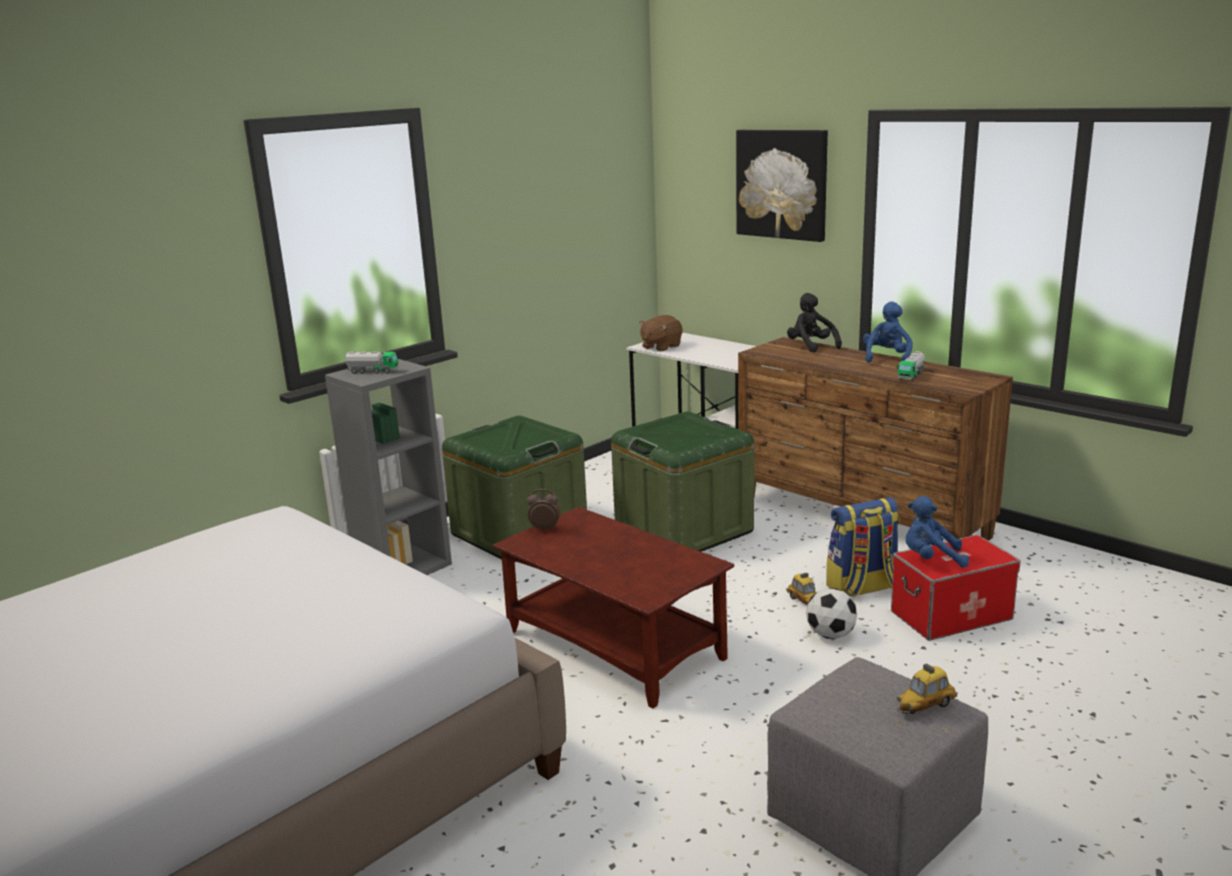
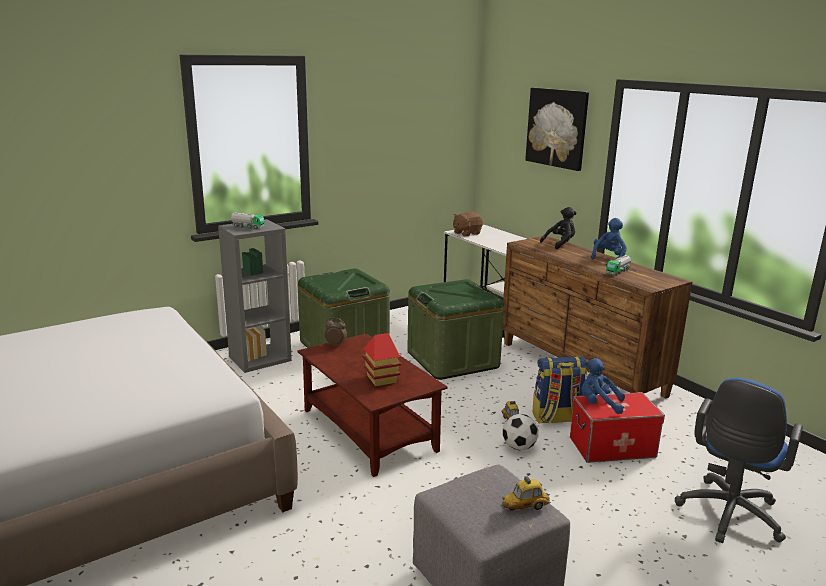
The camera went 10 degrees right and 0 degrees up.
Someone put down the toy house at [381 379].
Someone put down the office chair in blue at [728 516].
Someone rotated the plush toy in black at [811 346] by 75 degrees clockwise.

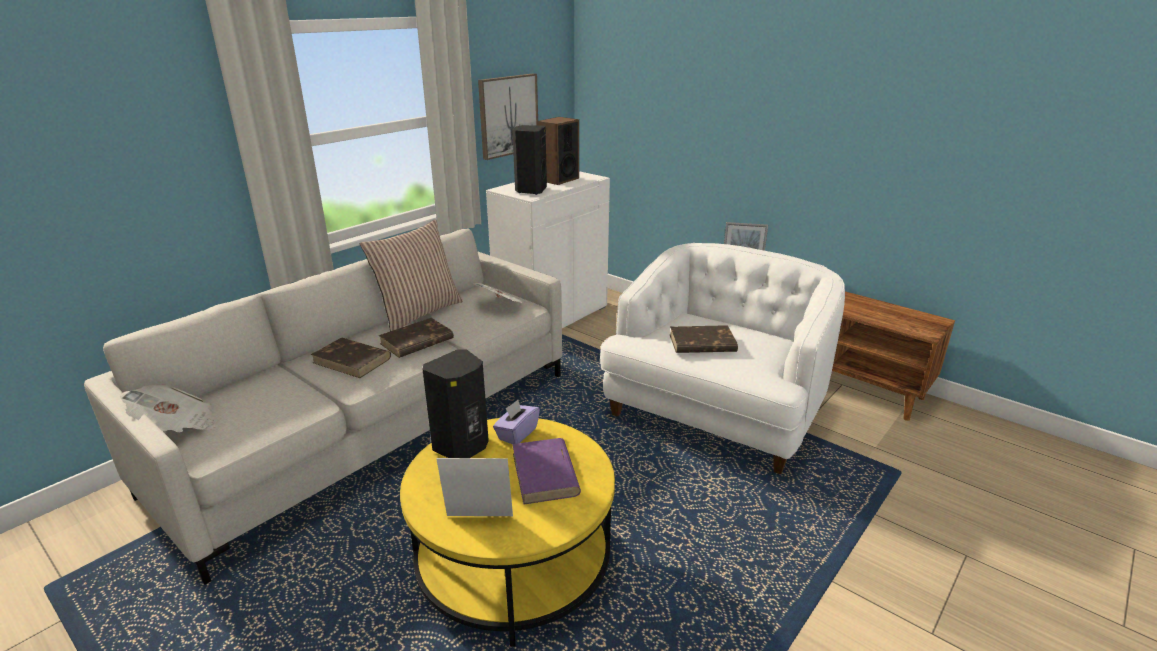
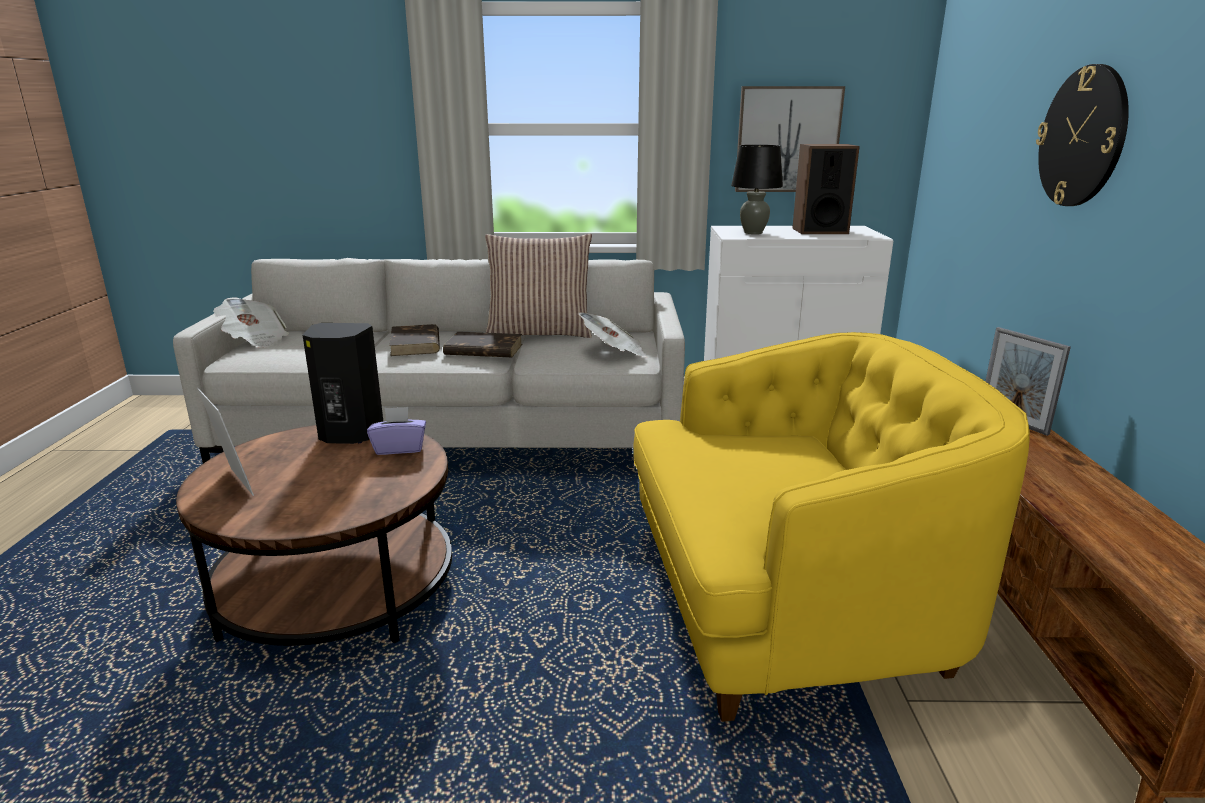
The camera went 50 degrees right and 5 degrees down.
Someone took away the book in purple at [545 474].
Someone took away the book in brown at [701 343].
Someone put up the wall clock at [1082 137].
Someone swapped the speaker in black at [530 190] for the table lamp in black at [753 232].
Someone repainted the coffee table in yellow at [514 562], which became the coffee table in brown at [337 588].
Someone repainted the armchair in white at [715 411], which became the armchair in yellow at [785 603].

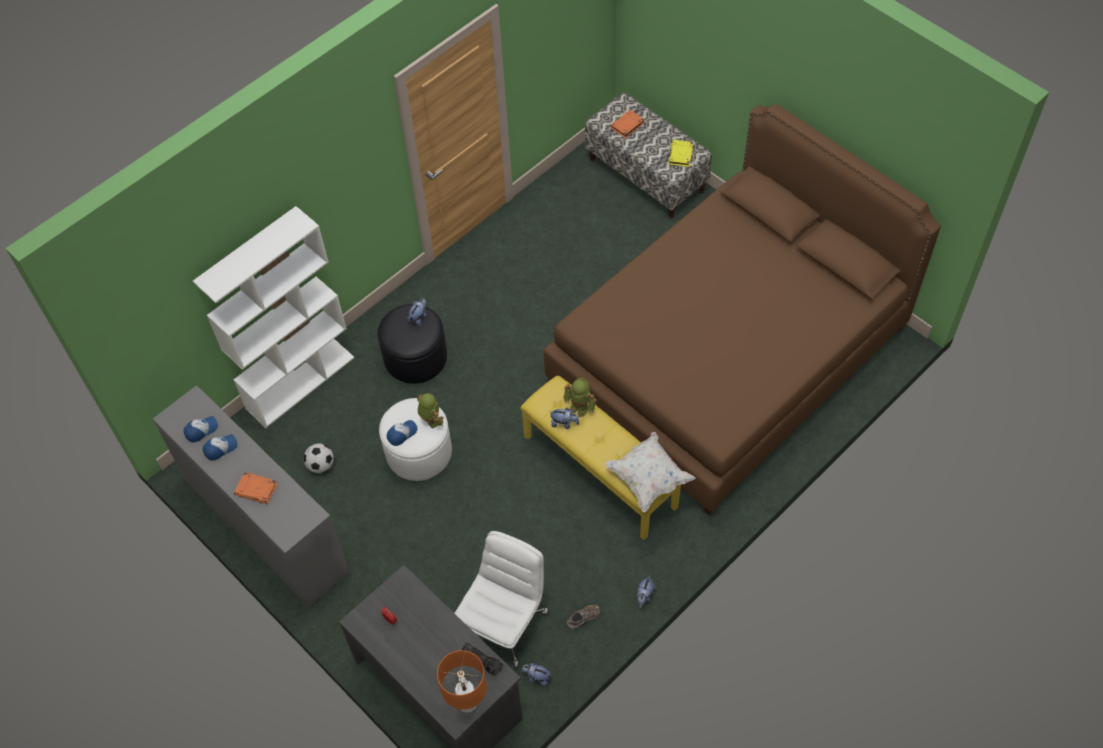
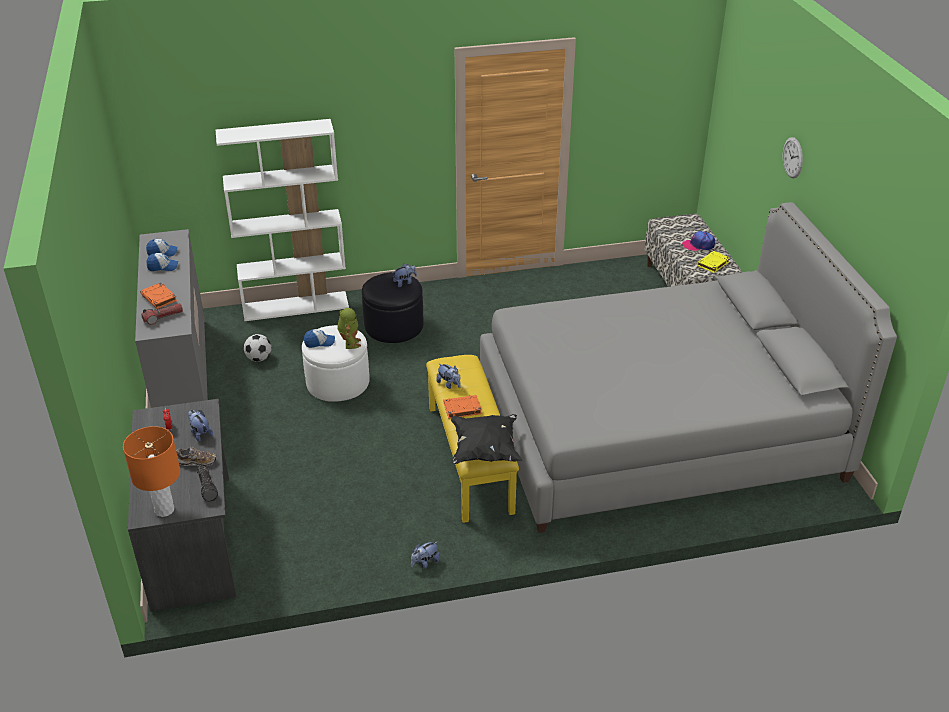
The camera went 30 degrees right and 20 degrees down.
Someone took away the office chair in white at [504 624].
Someone took away the toy robot at [580 406].
Someone put down the flashlight at [163 317].
Someone put down the cap at [698 245].
Someone put up the wall clock at [792 157].
Someone carried the plush toy from [537 677] to [200 433].
Someone carried the shoe from [583 618] to [197 462].
Someone carried the book in orange from [627 125] to [462 409].
Someone repainted the bed in brown at [727 355], which became the bed in grey at [657 430].
Someone repainted the pillow in white at [648 478], which became the pillow in black at [485 450].

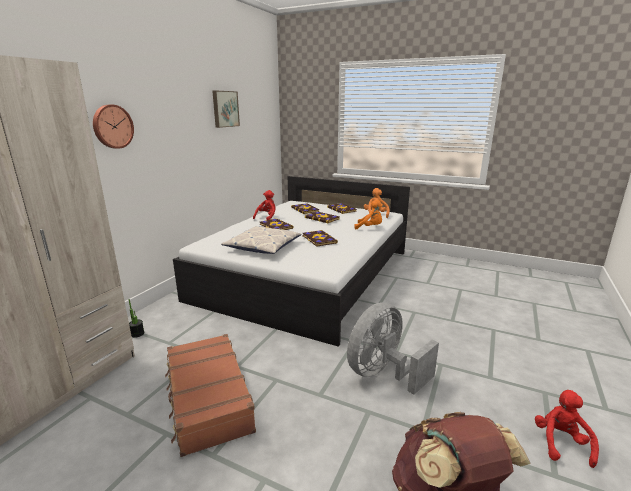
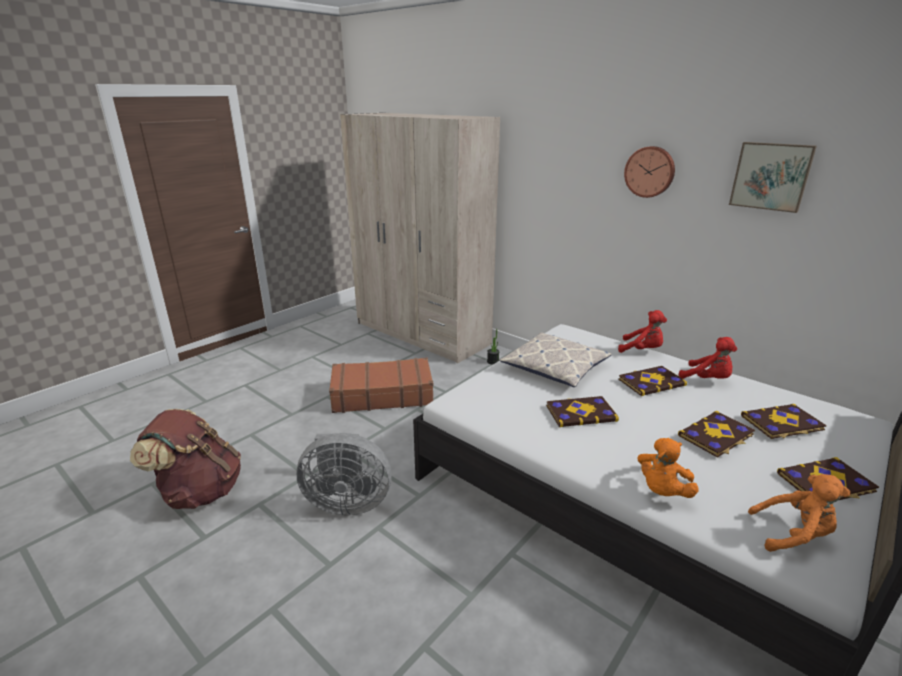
The camera went 105 degrees right and 5 degrees up.
Someone carried the wall clock from [112 126] to [650 171].
Someone carried the plush toy in red from [561 443] to [642 350].
Someone rotated the fan in grey at [383 374] by 120 degrees clockwise.

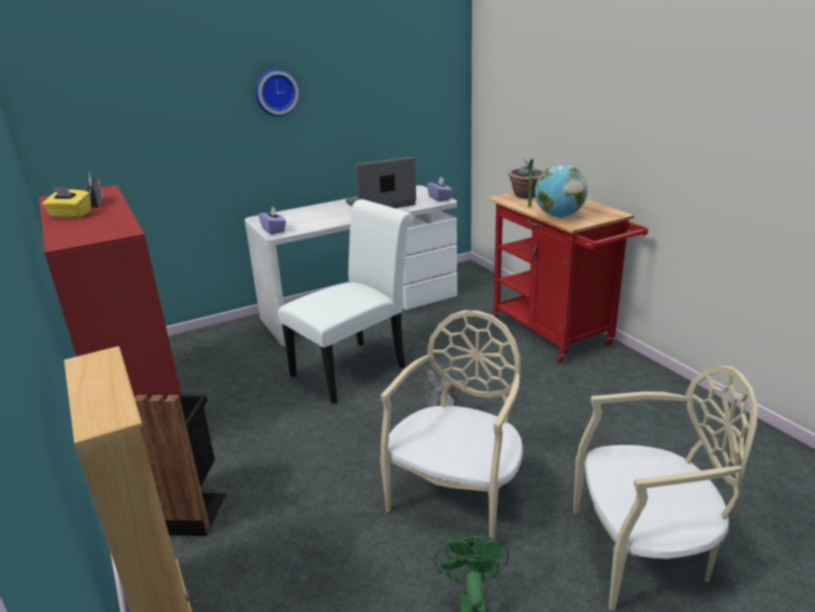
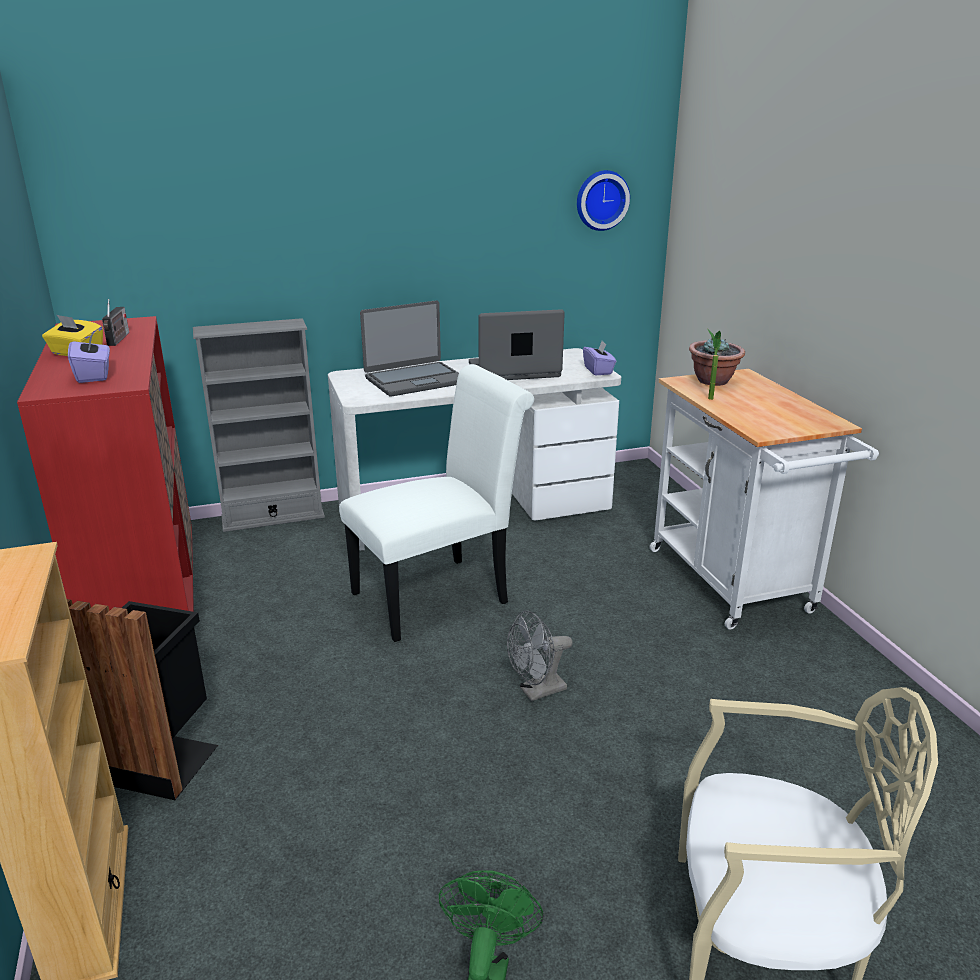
The camera went 10 degrees right and 0 degrees up.
Someone took away the chair in beige at [457 496].
Someone took away the globe at [559 216].
Someone put down the bookcase in grey at [273 517].
Someone put down the laptop at [415 380].
Someone carried the wall clock from [276 92] to [601 200].
Someone carried the tissue box in purple from [274 230] to [94 375].
Someone repainted the cart in red at [556 335], which became the cart in white at [736 586].

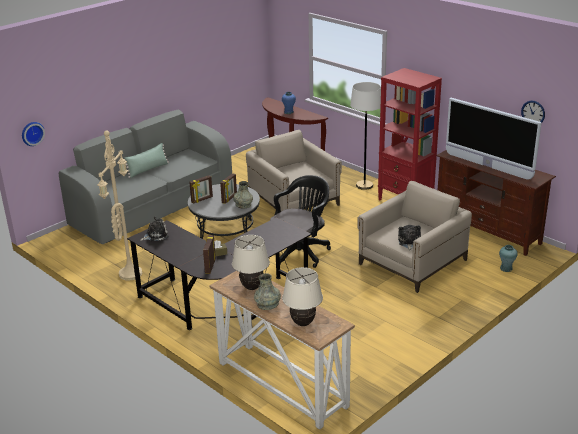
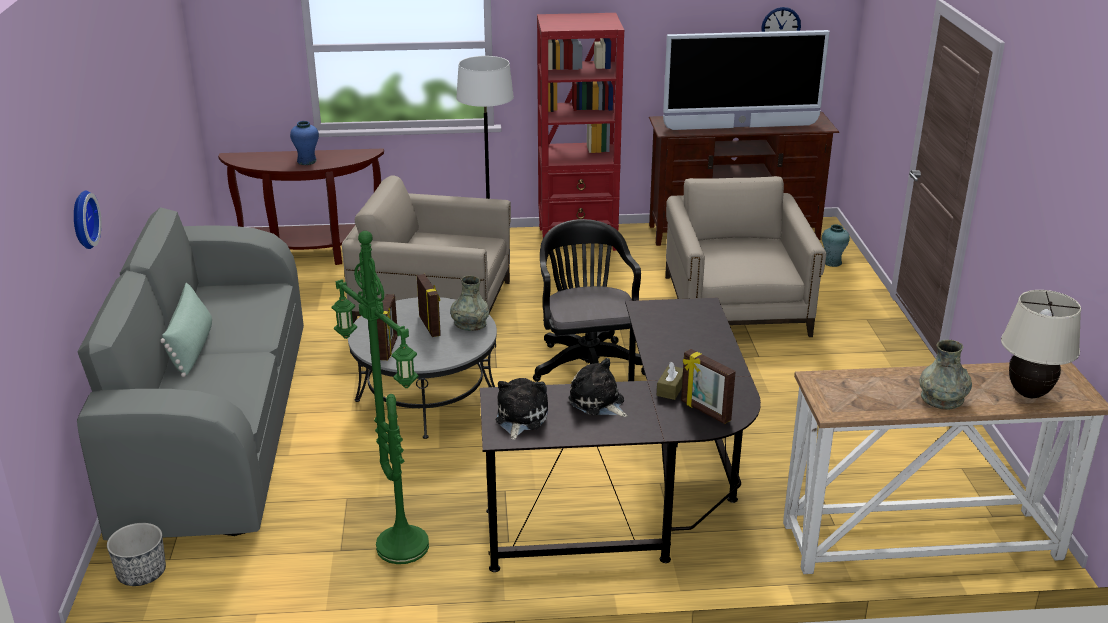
The camera went 50 degrees left and 0 degrees up.
Someone took away the table lamp in beige at [252 287].
Someone put down the planter at [142 573].
Someone carried the wall clock from [32 133] to [81 220].
Someone carried the plush toy from [409 242] to [598 402].
Someone repainted the floor lamp in beige at [129 273], which became the floor lamp in green at [398 546].

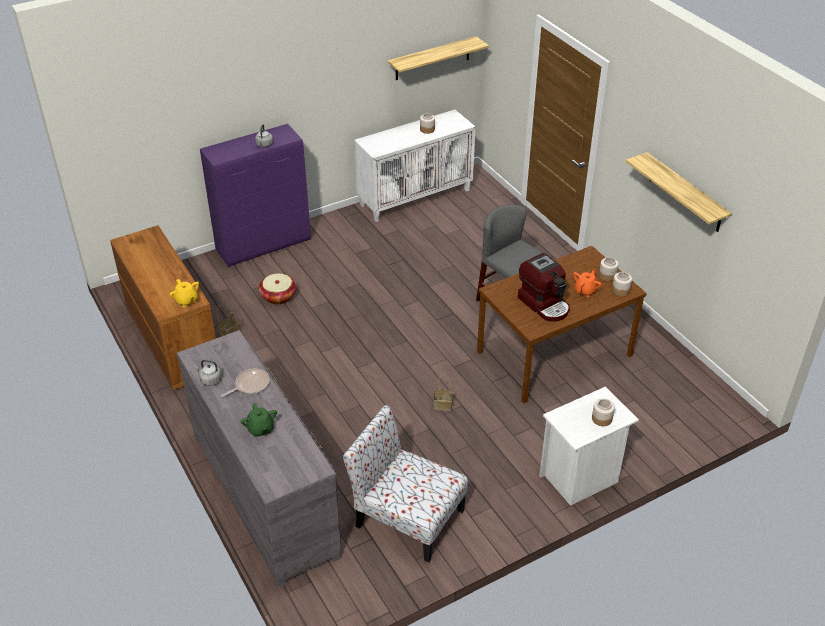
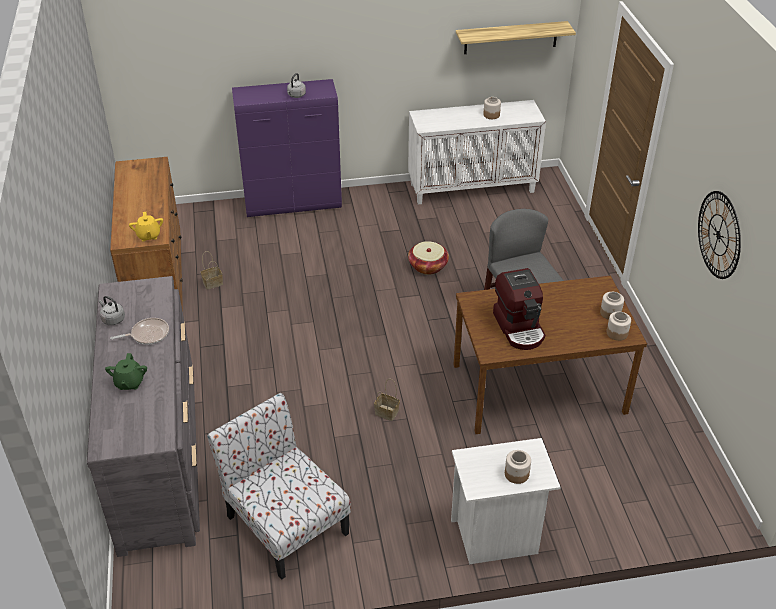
The camera went 20 degrees right and 0 degrees up.
Someone took away the teapot in orange at [585 290].
Someone carried the basket from [278 296] to [428 266].
Someone swapped the shelf at [685 193] for the wall clock at [719 235].

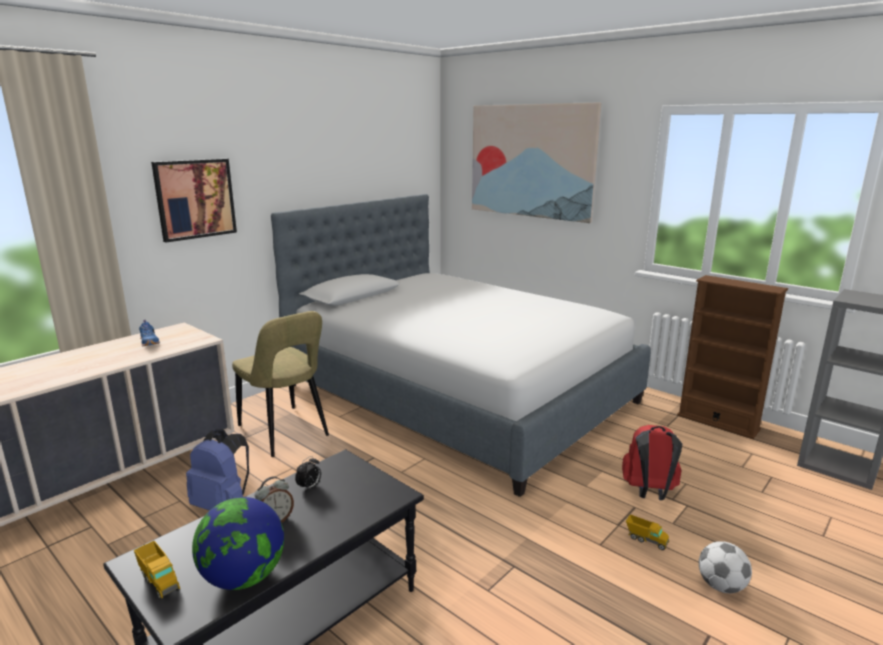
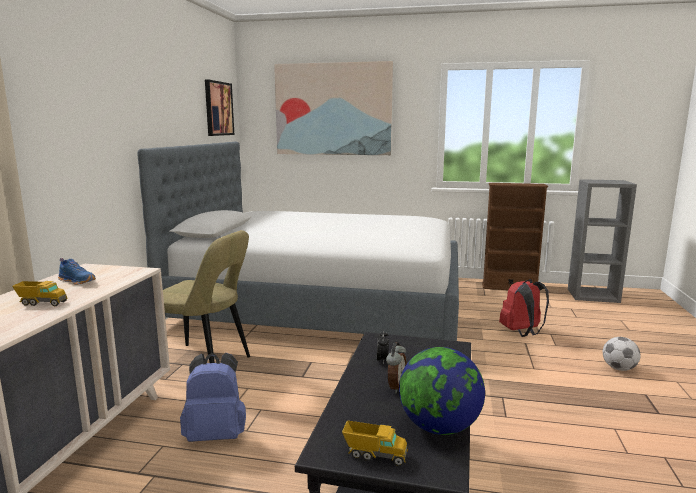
The camera went 30 degrees left and 5 degrees down.
Someone carried the picture from [195 199] to [218 108].
Someone carried the toy truck from [646 540] to [42 303].

